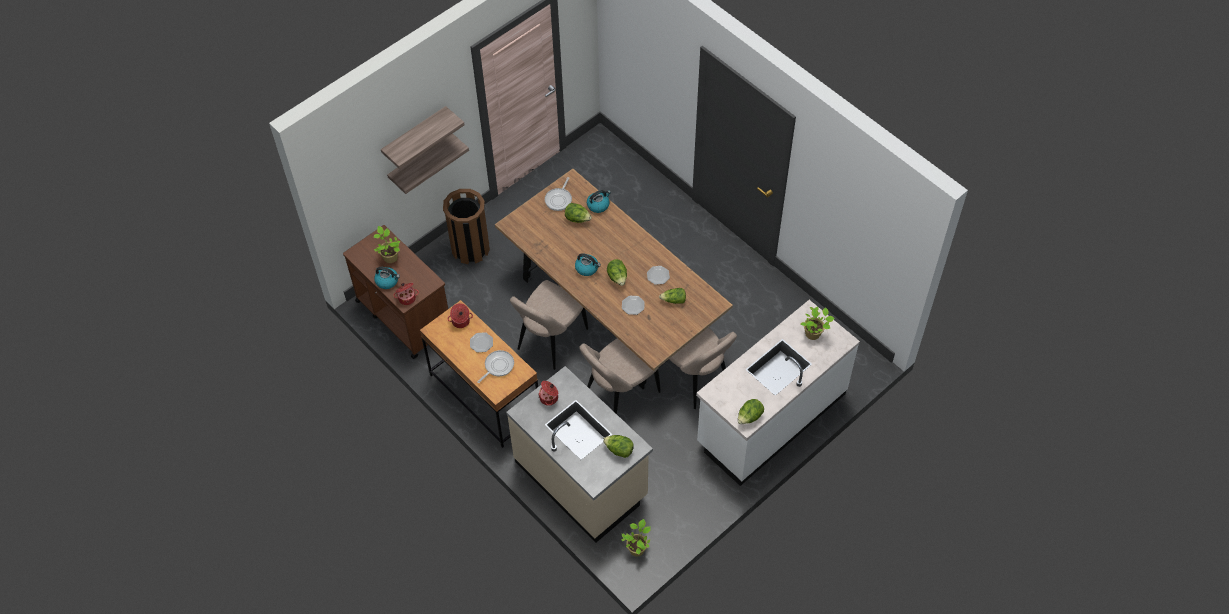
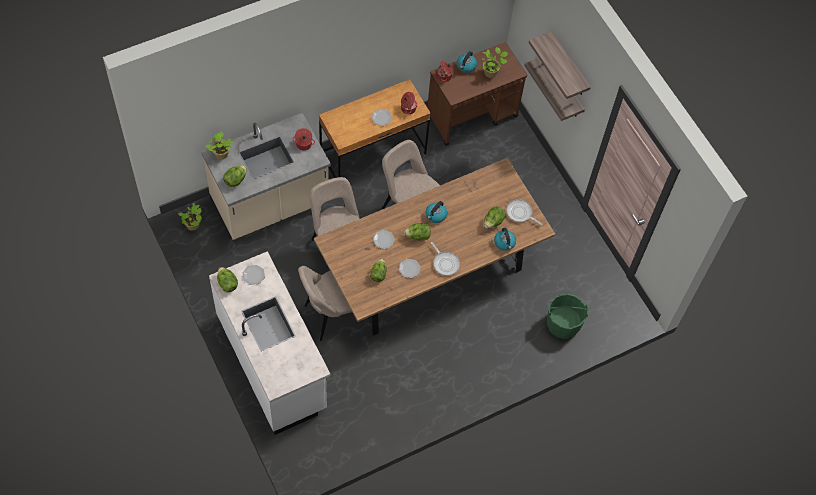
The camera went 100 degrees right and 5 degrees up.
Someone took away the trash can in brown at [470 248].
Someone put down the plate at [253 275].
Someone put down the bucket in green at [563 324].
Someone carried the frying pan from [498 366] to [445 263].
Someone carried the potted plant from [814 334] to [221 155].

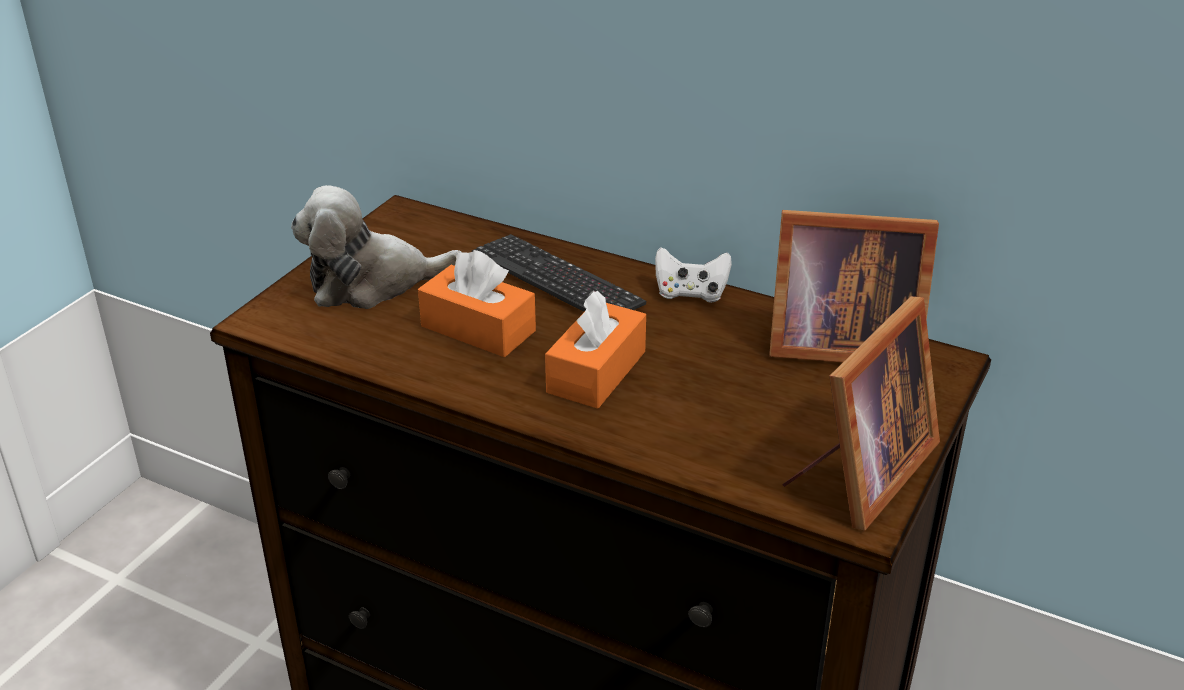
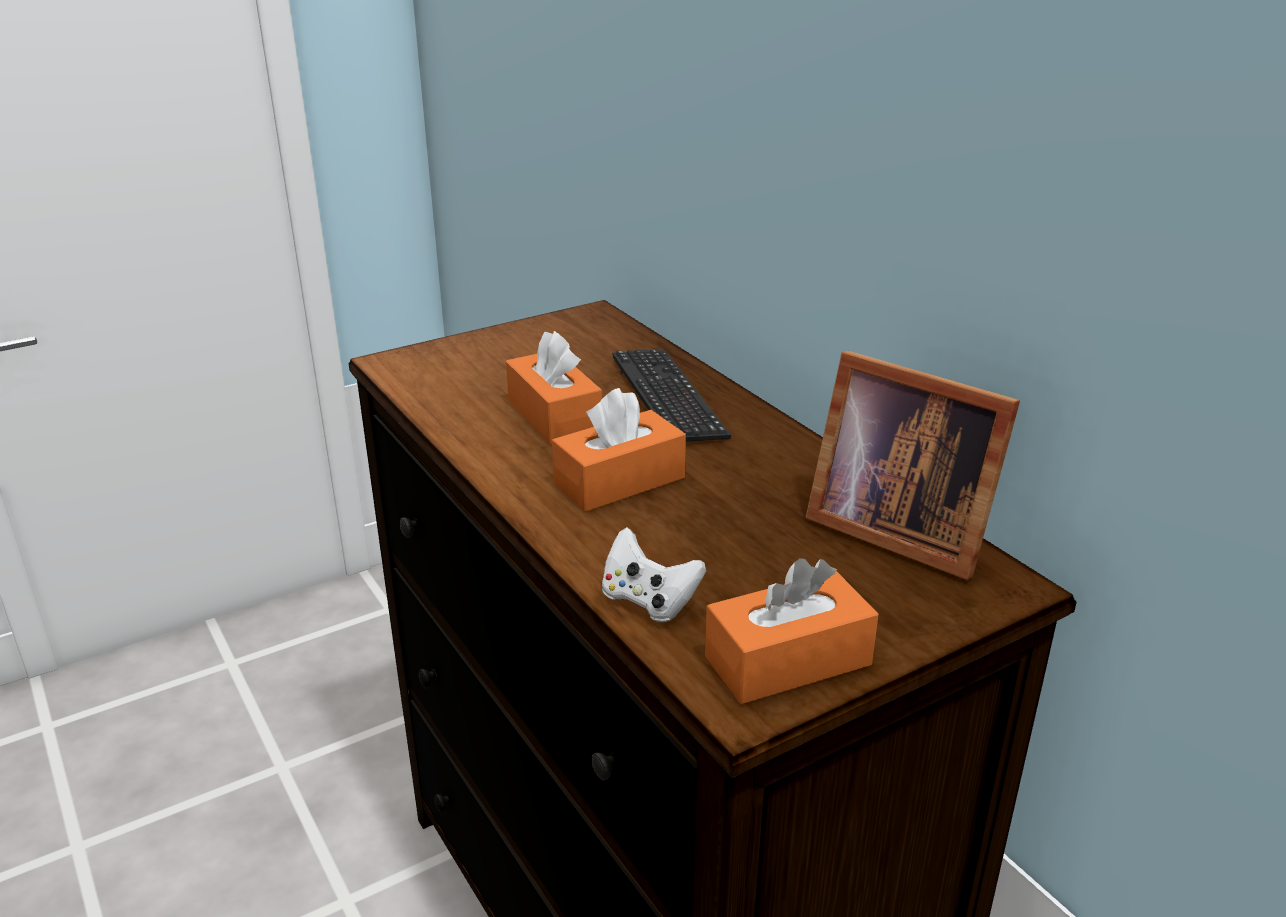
The camera went 30 degrees right and 5 degrees down.
Someone took away the plush toy at [372 283].
Someone carried the game controller in white from [690 294] to [648 601].
Someone swapped the picture frame at [861 474] for the tissue box in orange at [788 661].

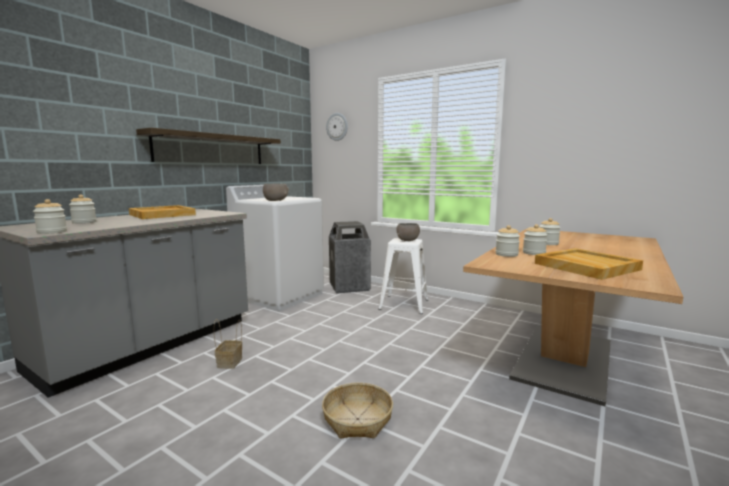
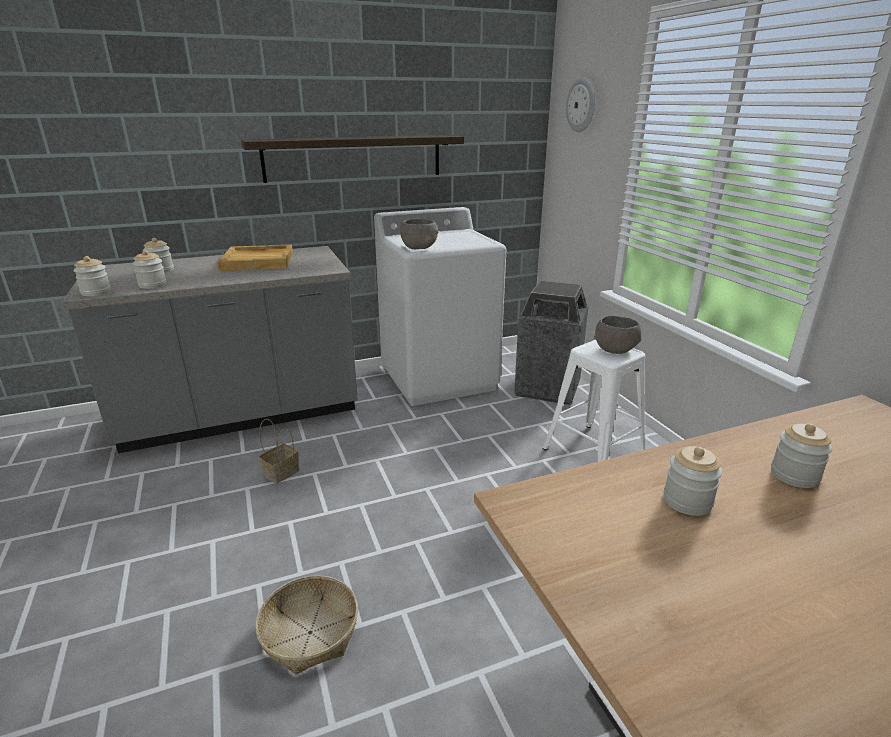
The camera went 35 degrees right and 15 degrees up.
Someone took away the tray in beige at [585 266].
Someone carried the jar from [506 254] to [152 285].

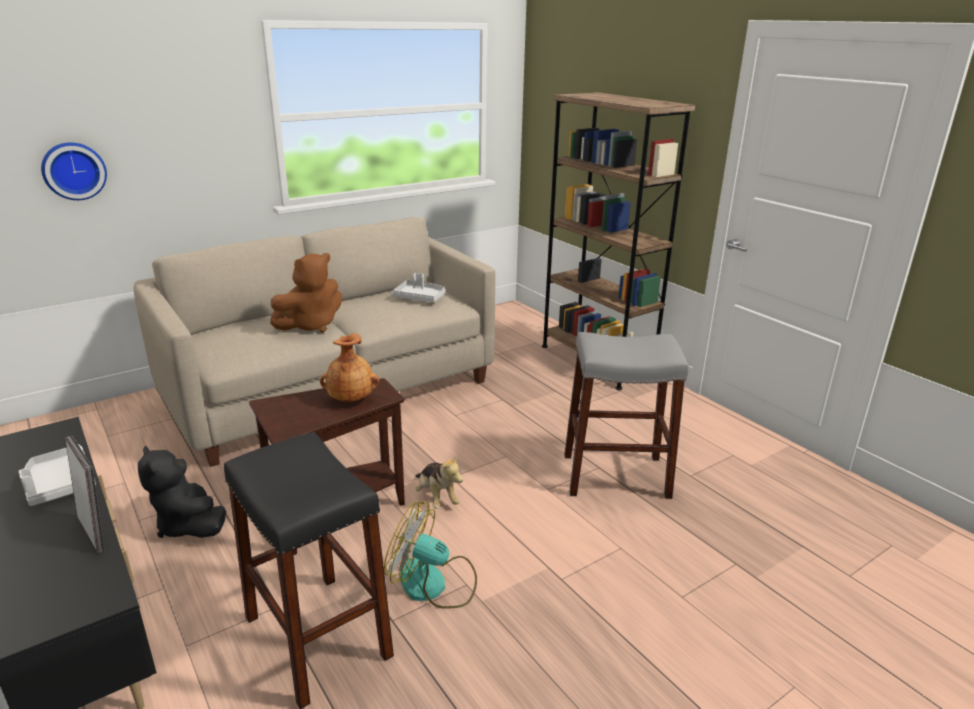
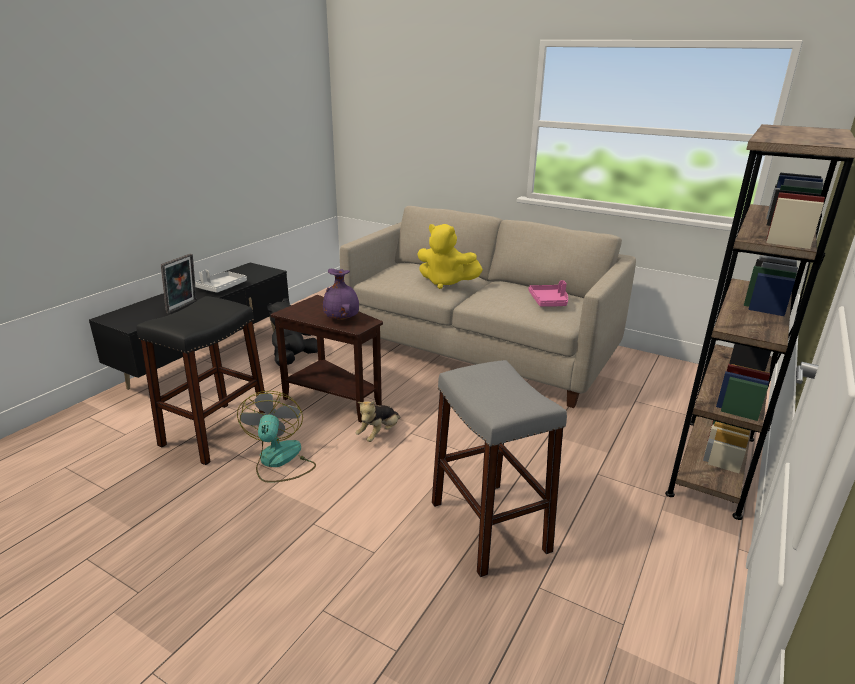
The camera went 65 degrees right and 0 degrees up.
Someone took away the wall clock at [74 170].
Someone repainted the plush toy in brown at [311 325], which became the plush toy in yellow at [445 283].
Someone repainted the vase in brown at [351 399], which became the vase in purple at [342 319].
Someone repainted the tray in grey at [420 297], which became the tray in pink at [549 302].

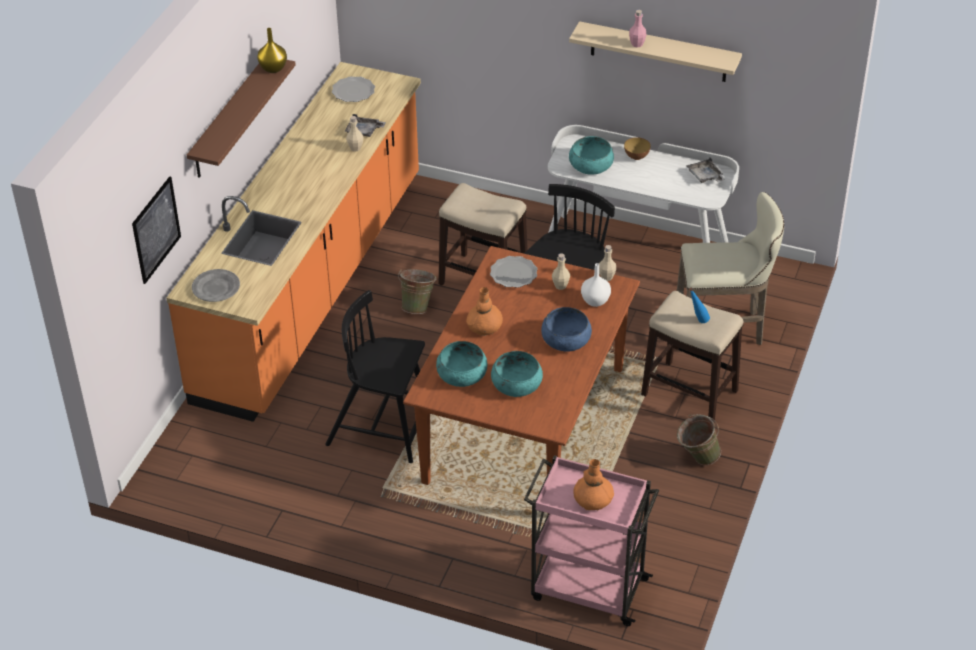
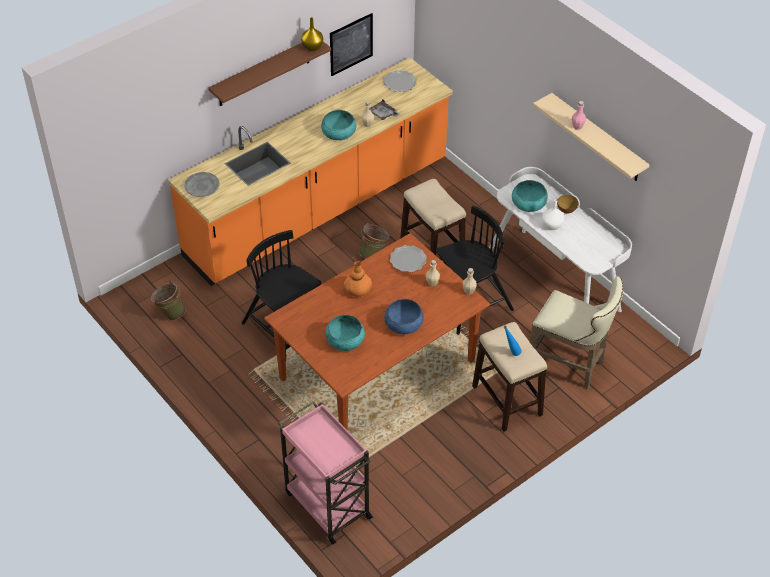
The camera went 30 degrees right and 5 degrees up.
Someone took away the vase in orange at [593 500].
Someone took away the tray in grey at [705 176].
Someone carried the picture from [156 230] to [351 44].
Someone carried the bowl in turquoise from [462 374] to [338 132].
Someone carried the vase in white from [594 301] to [551 225].
Someone carried the bucket in green from [696 458] to [170 313].

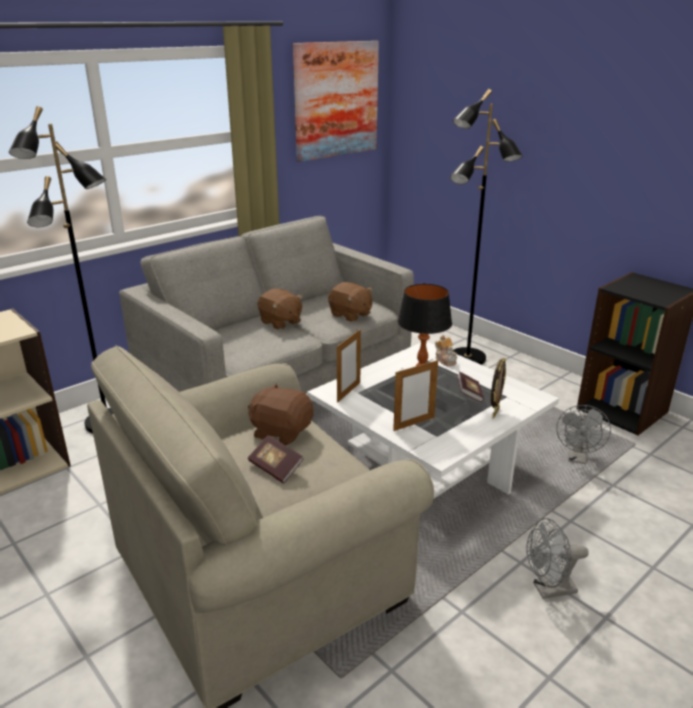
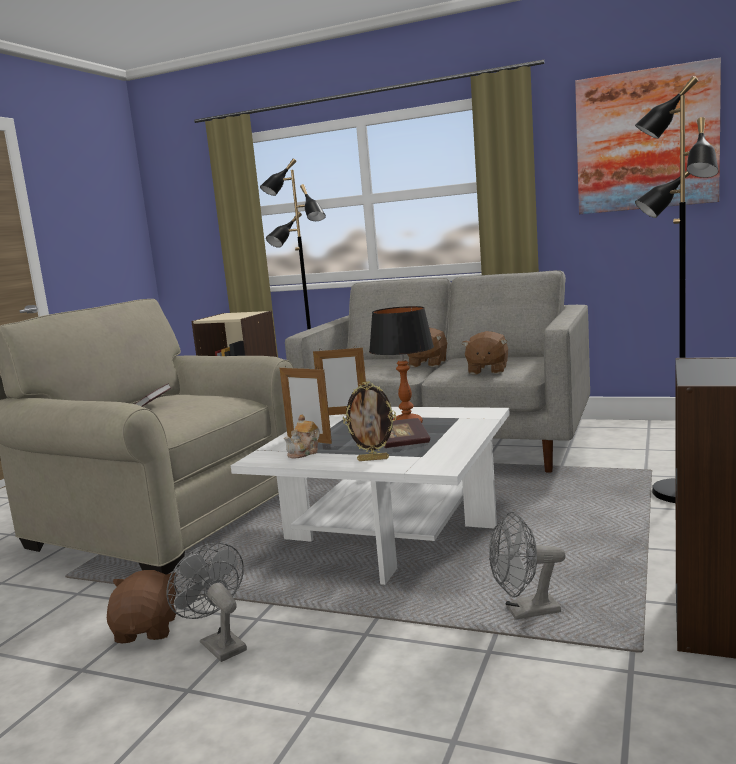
The camera went 65 degrees right and 15 degrees down.
Someone carried the plush toy in brown from [281 432] to [147 630].
Someone carried the teapot from [445 360] to [304 453].

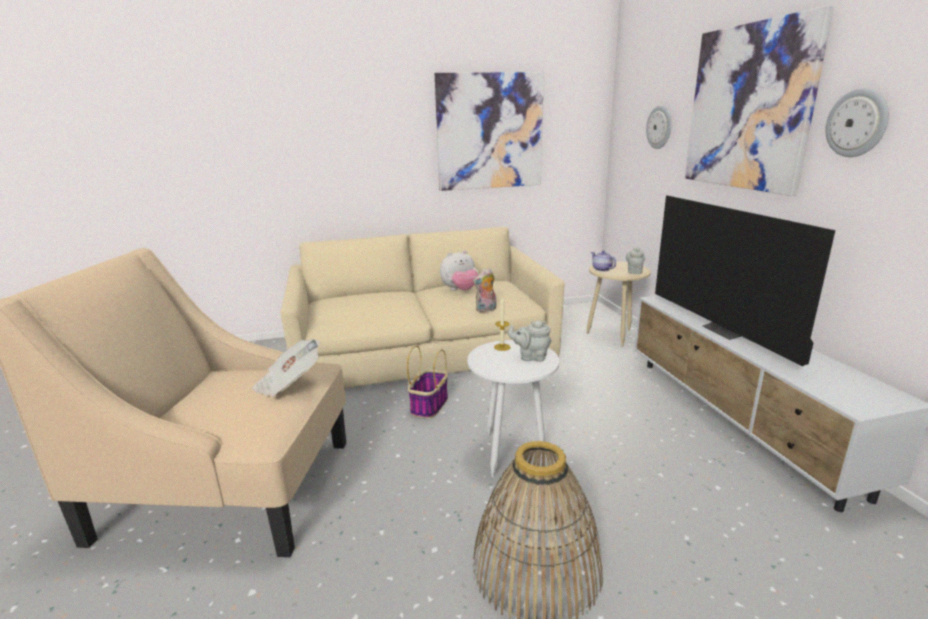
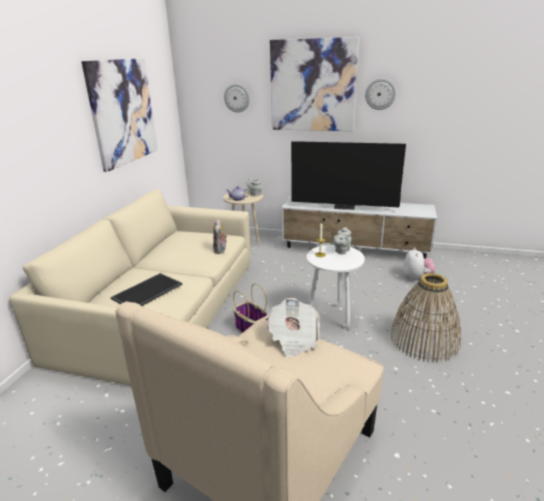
The camera went 60 degrees left and 5 degrees up.
Someone put down the tray at [147 292].
Someone carried the plush toy from [460 290] to [416 277].

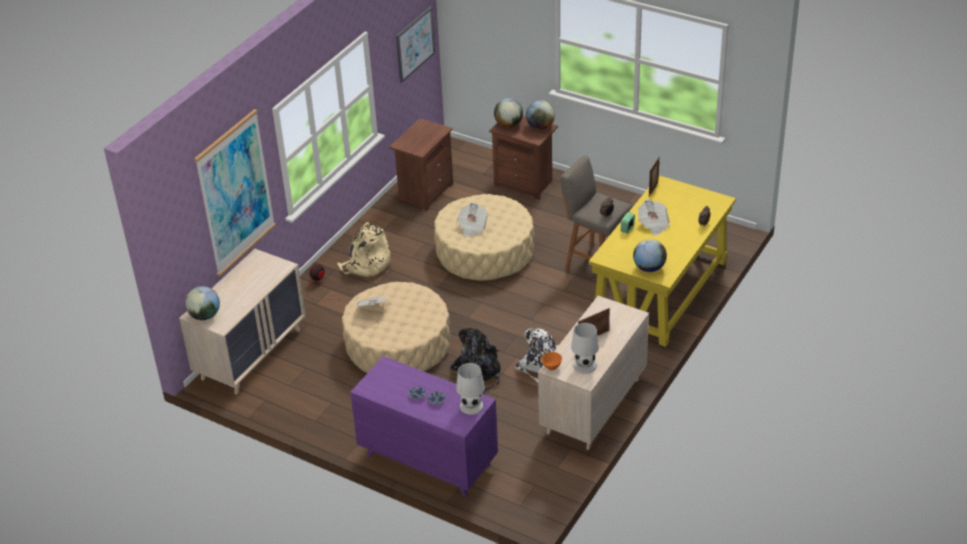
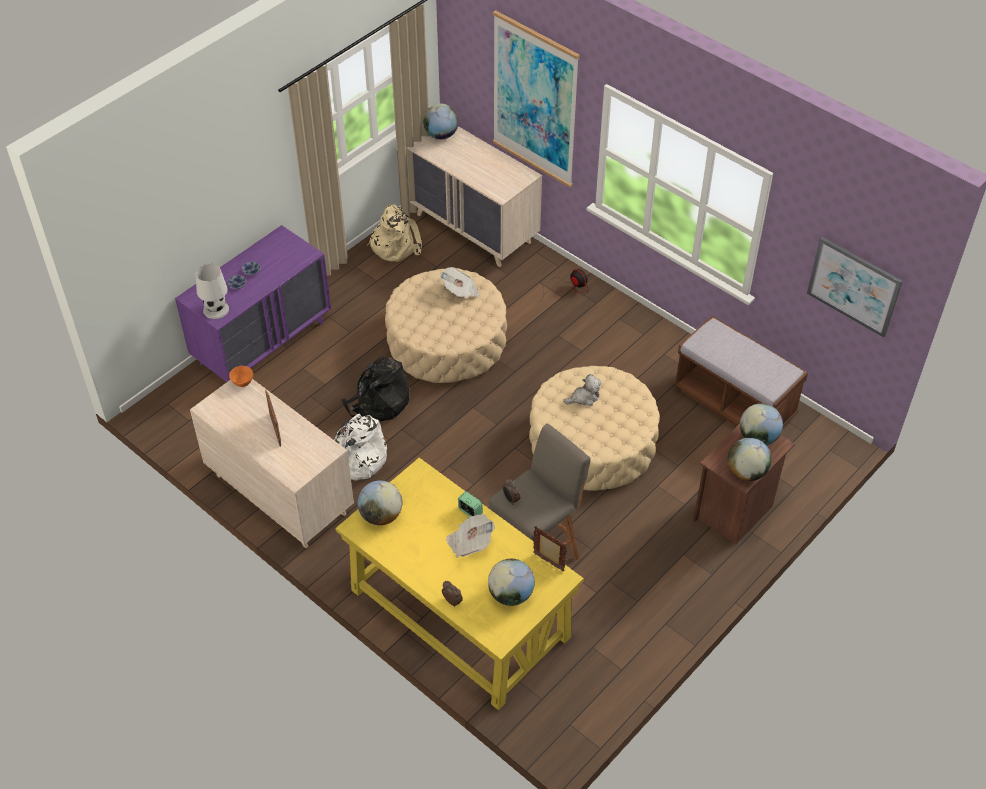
The camera went 100 degrees right and 10 degrees up.
Someone took away the table lamp in white at [584 365].
Someone put down the globe at [511 594].
Someone carried the backpack in beige from [366 265] to [395 245].
Someone swapped the nightstand in brown at [425 192] for the bench in brown at [734 403].
Someone swapped the newspaper at [472 227] for the plush toy at [584 397].

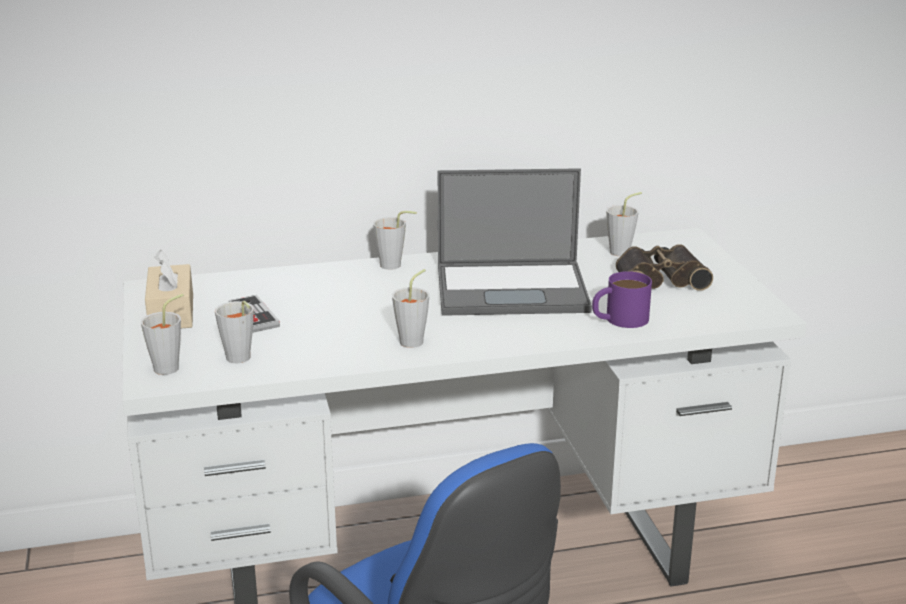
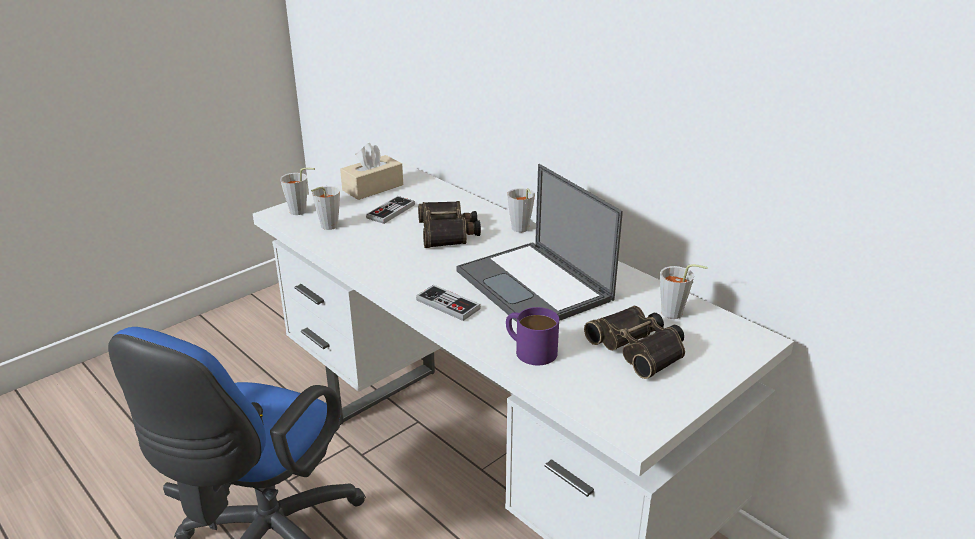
The camera went 60 degrees right and 5 degrees up.
Someone took away the cup in grey at [415 340].
Someone put down the game controller at [448 304].
Someone put down the binoculars at [448 232].

